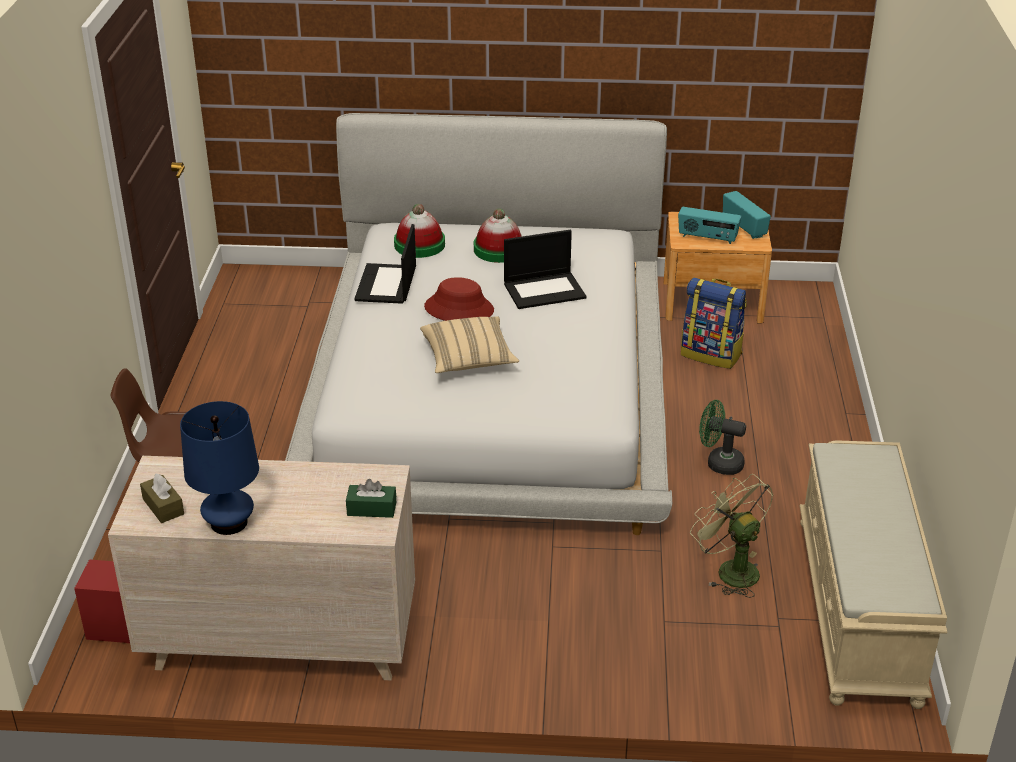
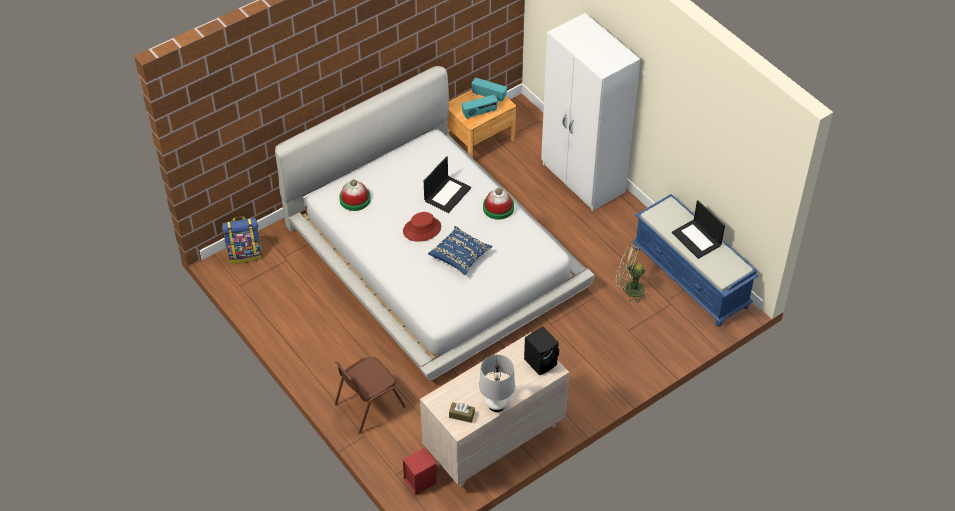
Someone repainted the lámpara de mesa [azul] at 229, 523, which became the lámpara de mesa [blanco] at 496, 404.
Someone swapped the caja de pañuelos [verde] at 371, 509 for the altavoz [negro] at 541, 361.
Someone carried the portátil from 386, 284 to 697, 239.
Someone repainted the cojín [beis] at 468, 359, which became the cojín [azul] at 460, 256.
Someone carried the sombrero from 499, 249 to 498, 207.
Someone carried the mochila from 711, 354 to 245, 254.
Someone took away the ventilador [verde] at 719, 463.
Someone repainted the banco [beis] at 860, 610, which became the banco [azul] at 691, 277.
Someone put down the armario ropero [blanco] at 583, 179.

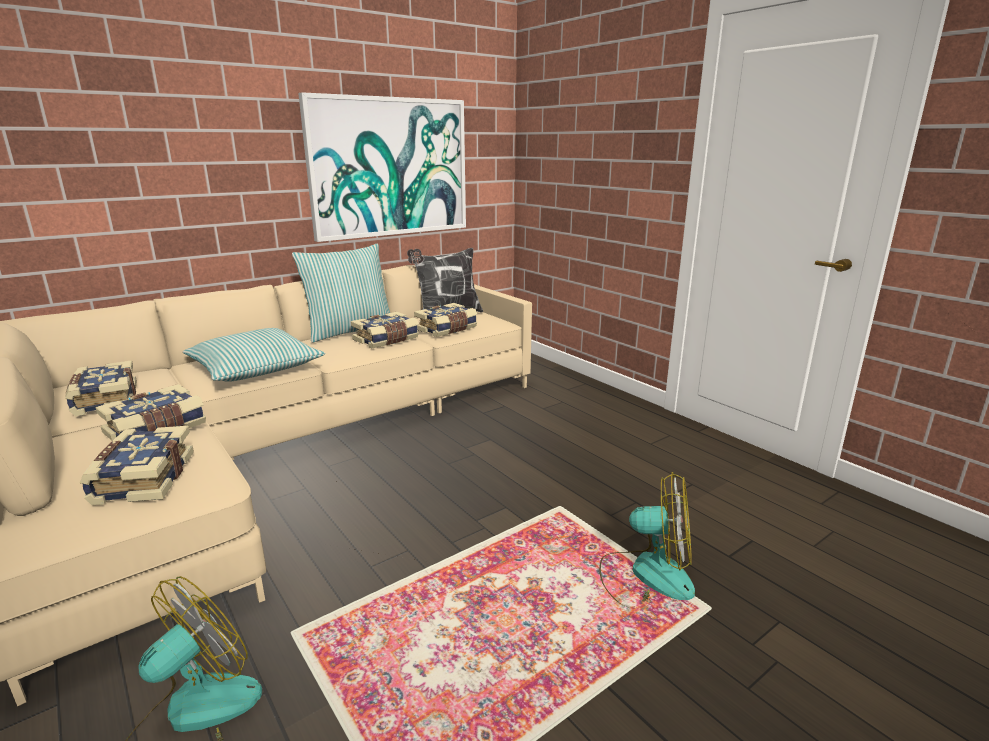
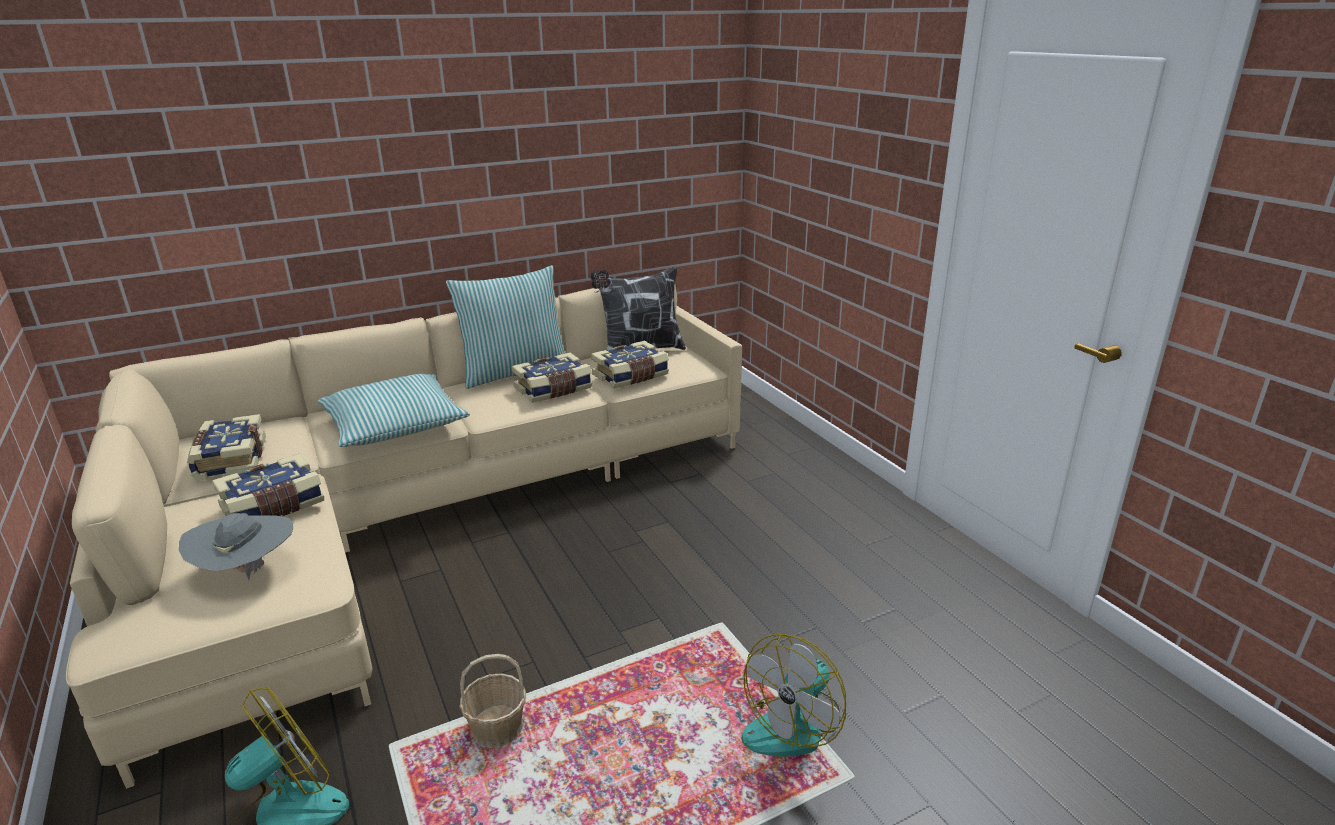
Someone swapped the libro at 142, 479 for the sombrero [gris] at 248, 571.
Someone took away the cuadro at 389, 167.
Someone rotated the ventilador at 646, 575 by 105 degrees clockwise.
Someone put down the cesta at 496, 728.

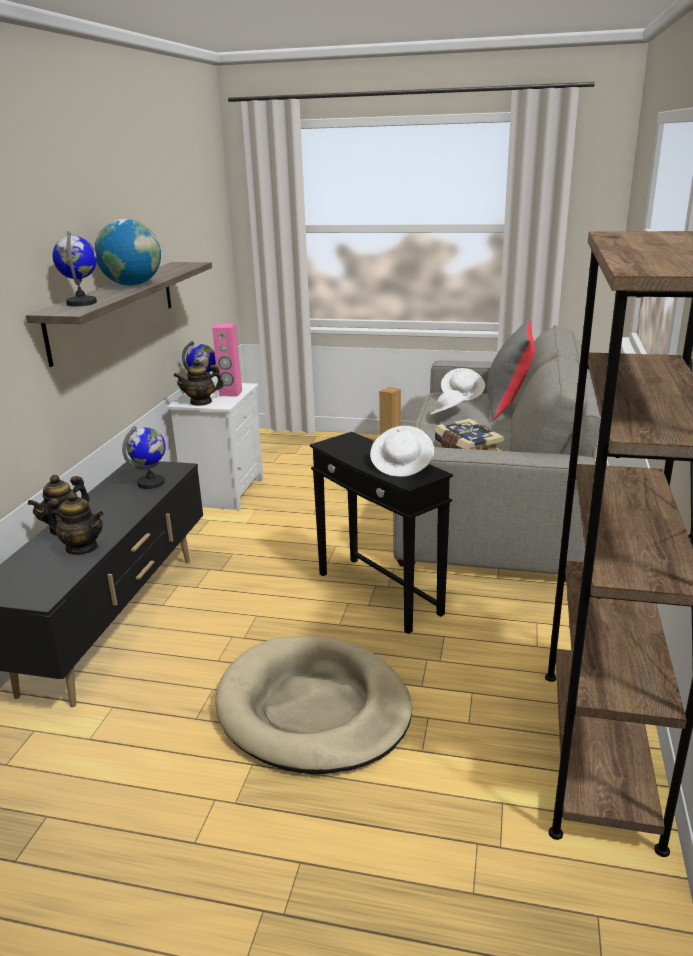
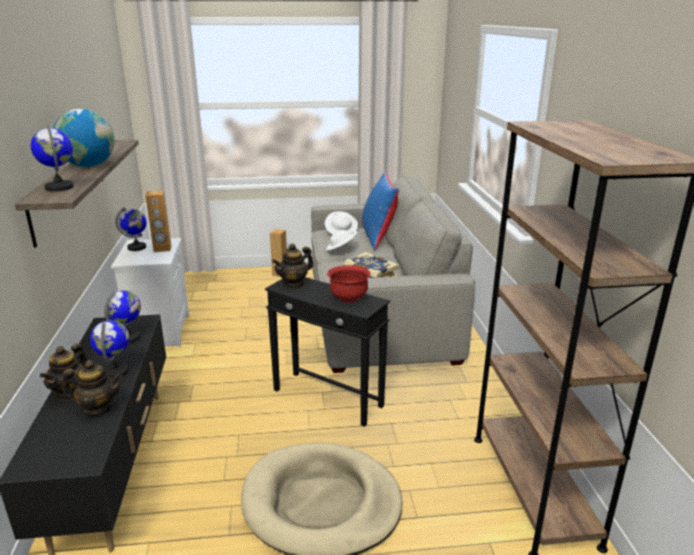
Someone carried the tetera from 201, 402 to 294, 284.
Someone repainted the altavoz [rosa] at 230, 393, which became the altavoz [marrón] at 162, 249.
Someone swapped the sombrero [blanco] at 402, 465 for the cuenco [rojo] at 349, 297.
Someone repainted the cojín [gris] at 508, 405, which became the cojín [azul] at 378, 237.
Someone put down the globo terráqueo at 116, 371.

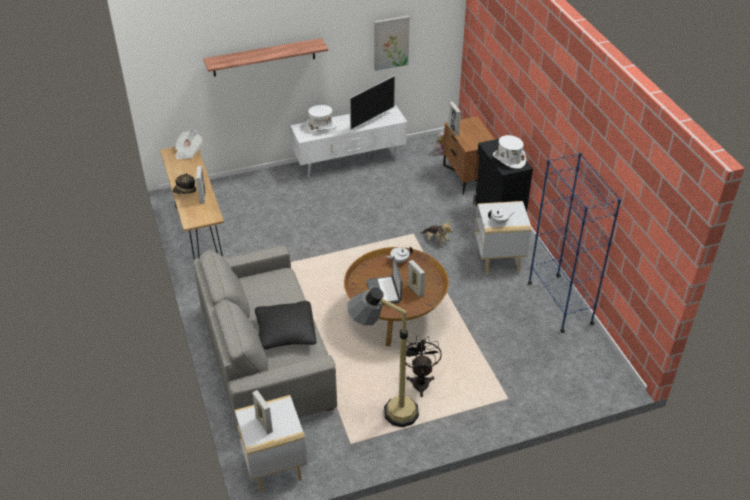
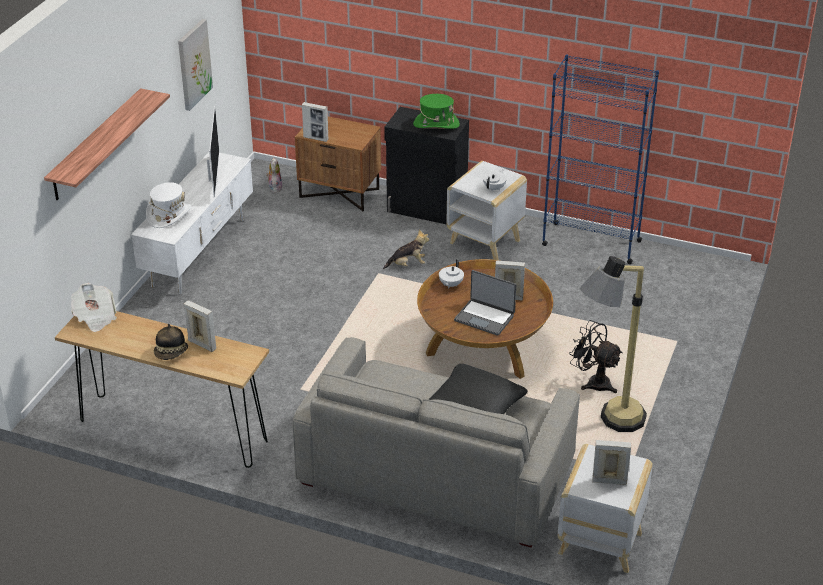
Someone repainted the sombrero [blanco] at 508, 159, which became the sombrero [verde] at 436, 124.

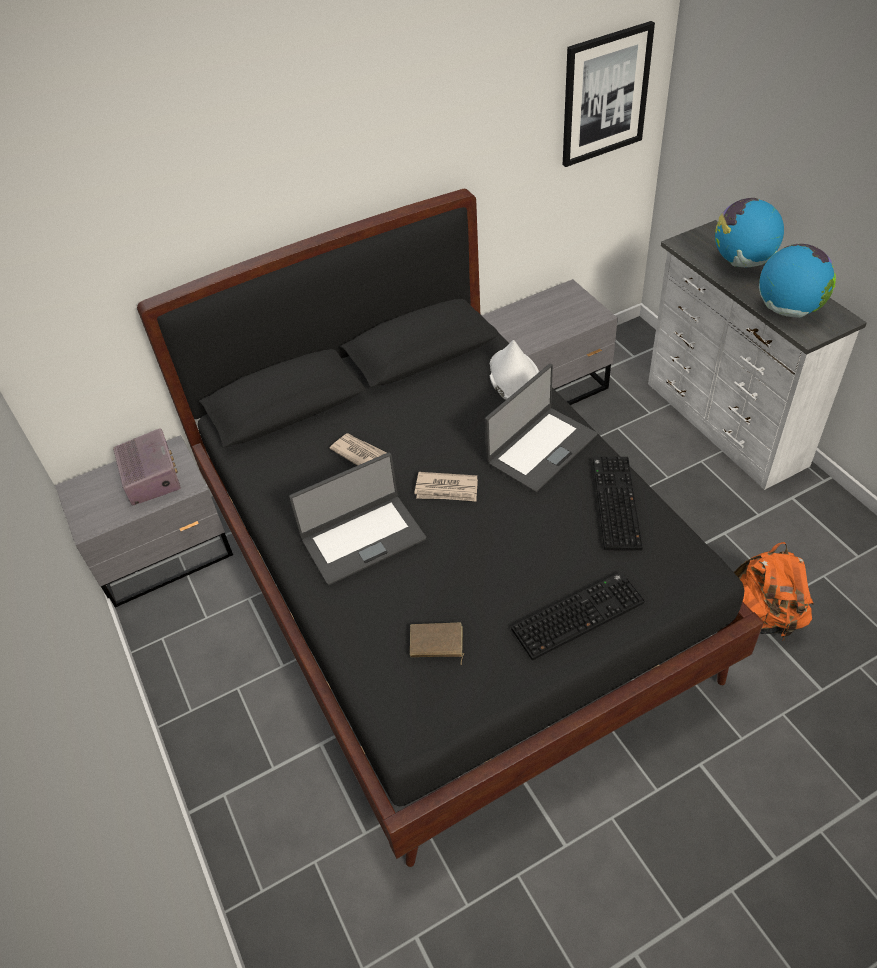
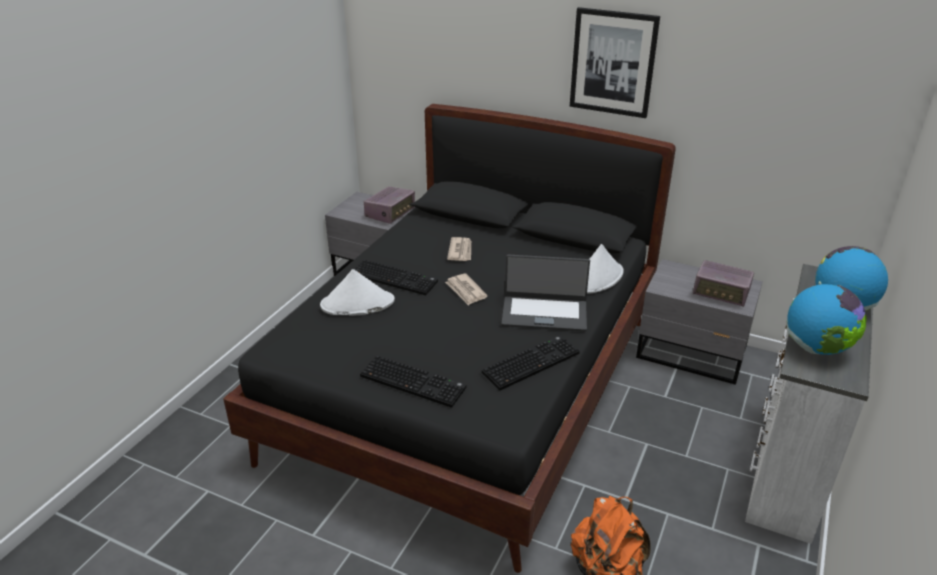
Someone swapped the portátil at 362, 538 for the teclado at 395, 278.
Someone took away the libro [marrón] at 436, 644.
Someone carried the cuadro from 605, 95 to 613, 62.
Someone put down the sombrero [blanco] at 357, 304.
Someone put down the radio at 721, 293.

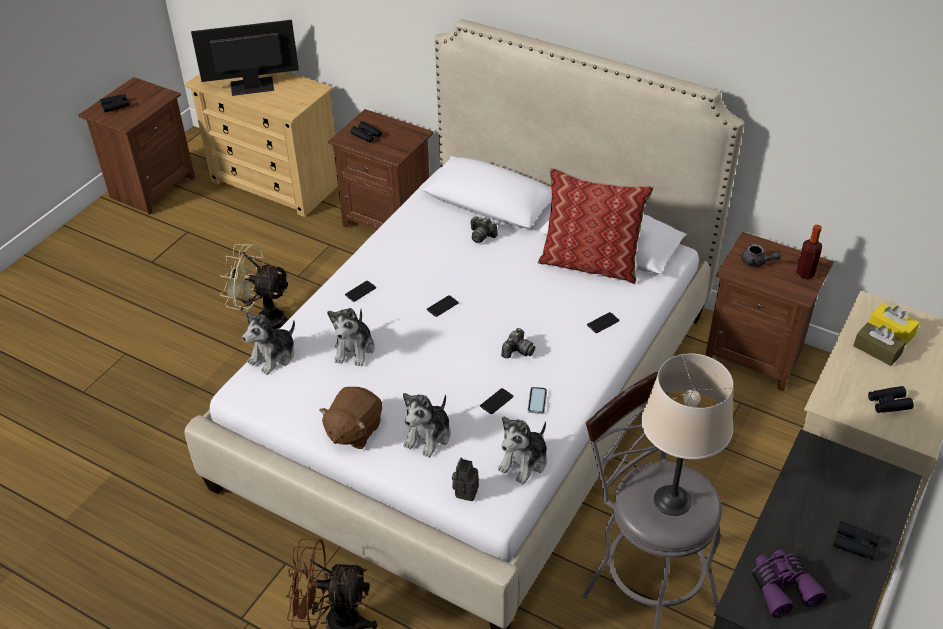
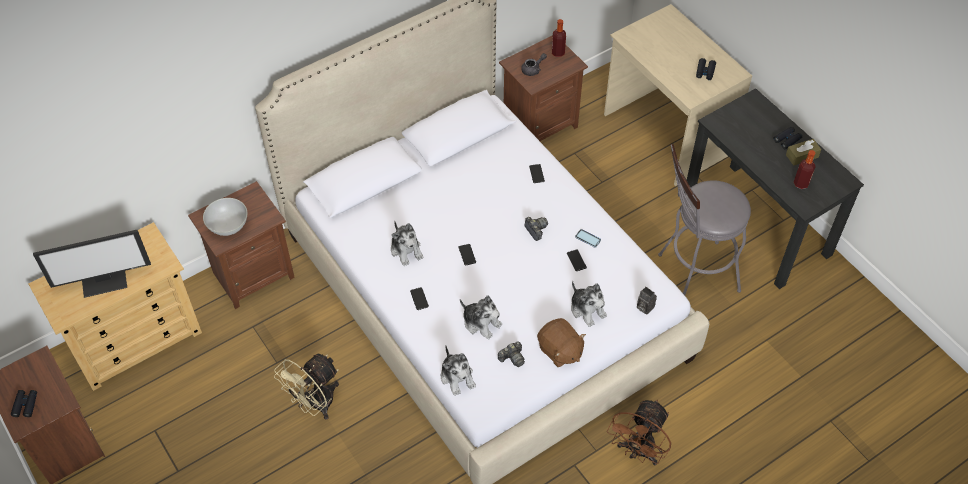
Someone rotated the monitor at 251, 87 by 120 degrees counterclockwise.
Someone swapped the prismáticos [negro] at 366, 135 for the cuenco [blanco] at 228, 226.
Someone carried the cámara from 482, 235 to 512, 358.
Someone carried the peluche from 524, 462 to 406, 250.
Someone took away the cojín at 590, 263.
Someone took away the lámpara de mesa [beis] at 672, 500.
Someone swapped the prismáticos [morado] at 782, 587 for the botella at 801, 183.
Someone carried the caja de pañuelos [marrón] from 877, 350 to 802, 156.
Someone took away the caja de pañuelos [amarillo] at 891, 330.

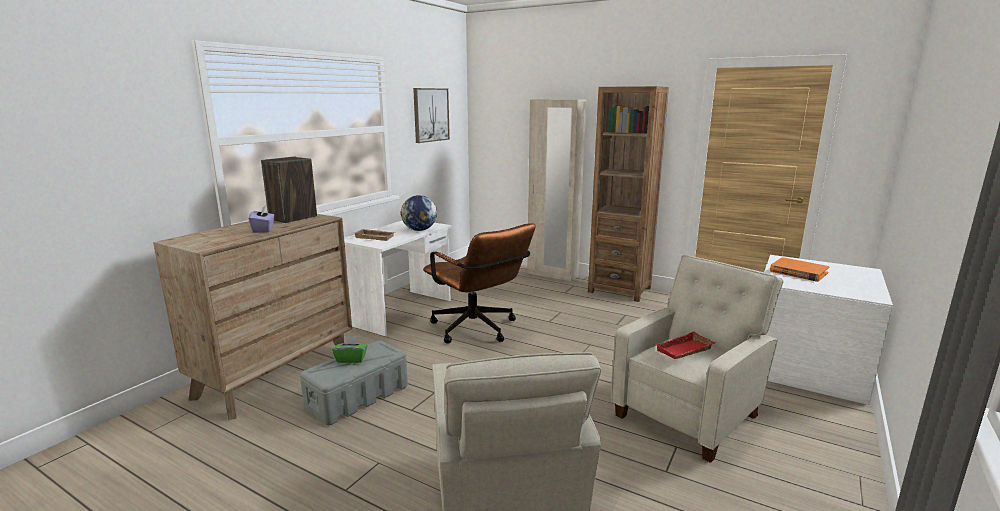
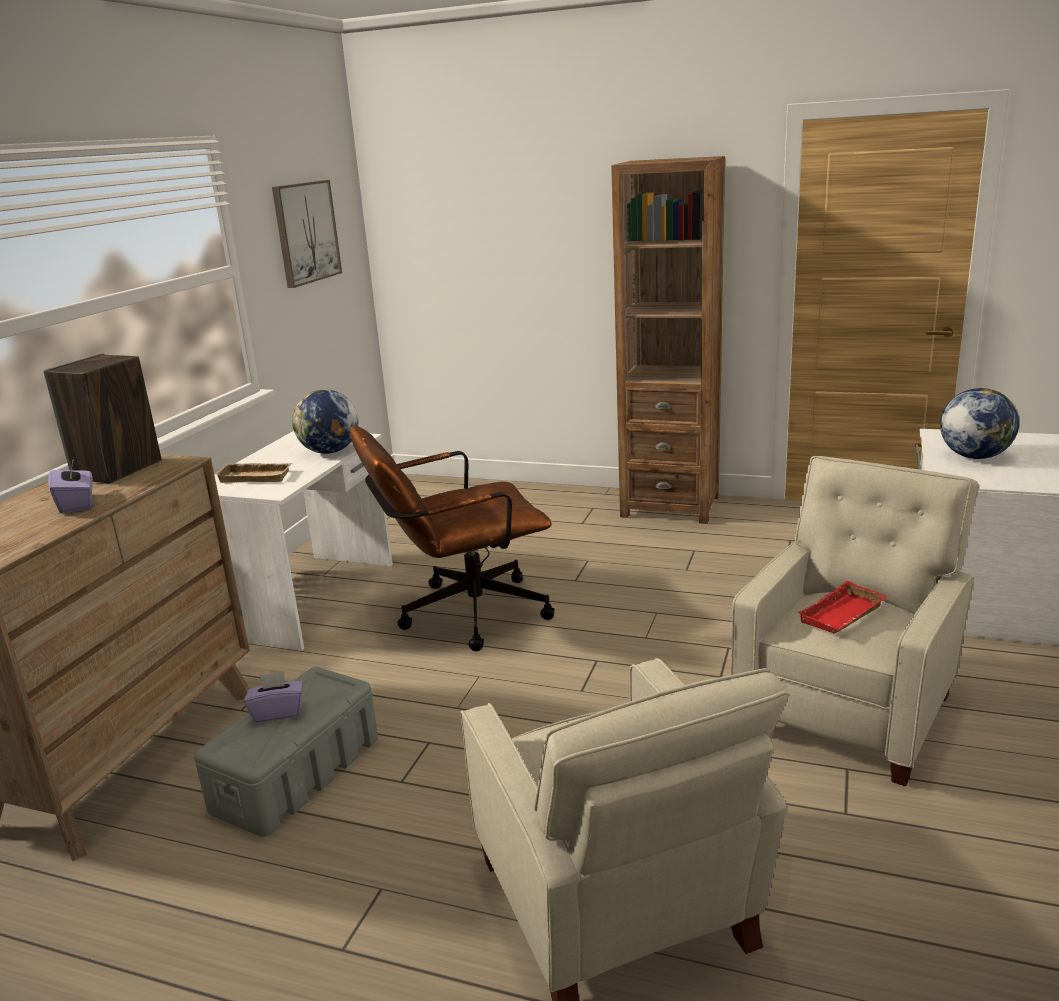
Someone repainted the caja de pañuelos [verde] at 351, 359, which became the caja de pañuelos [morado] at 278, 712.
Someone rotated the silla de oficina [marrón] at 478, 330 by 120 degrees clockwise.
Someone took away the armario ropero [beis] at 552, 274.
Someone swapped the libro [naranja] at 798, 272 for the globo terráqueo at 974, 456.

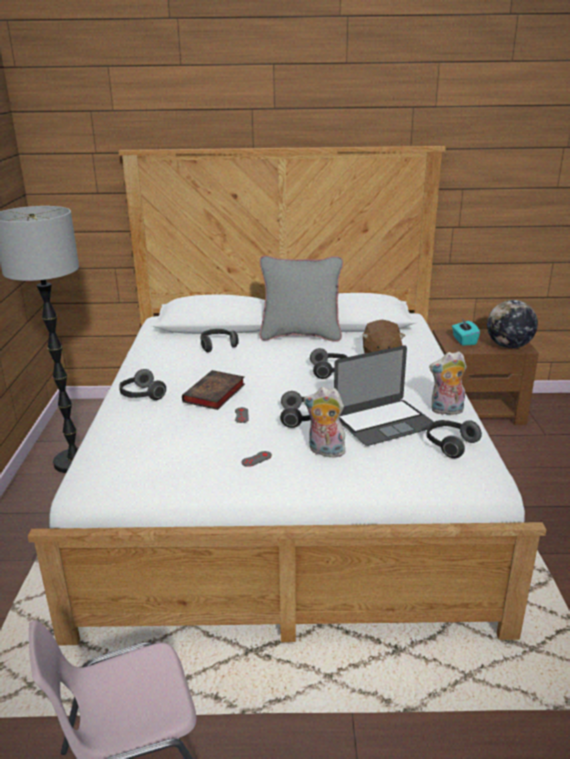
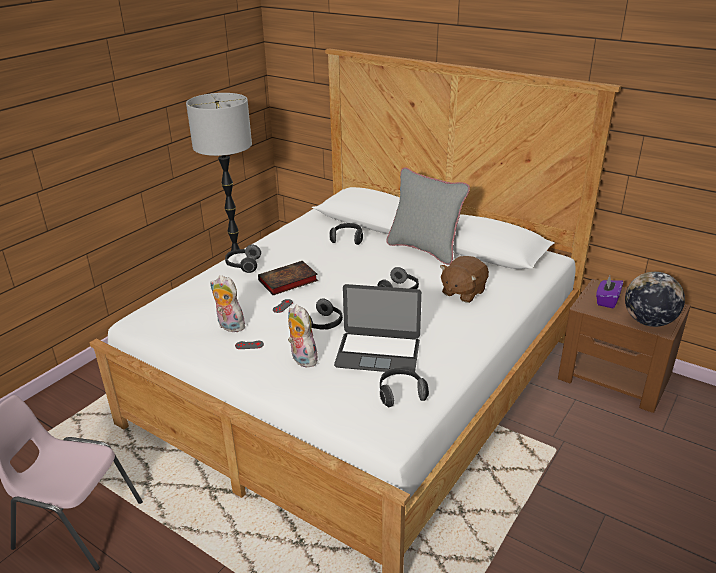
Someone carried the peluche from 446, 411 to 229, 326.
Someone repainted the caja de pañuelos [turquesa] at 464, 341, which became the caja de pañuelos [morado] at 607, 301.

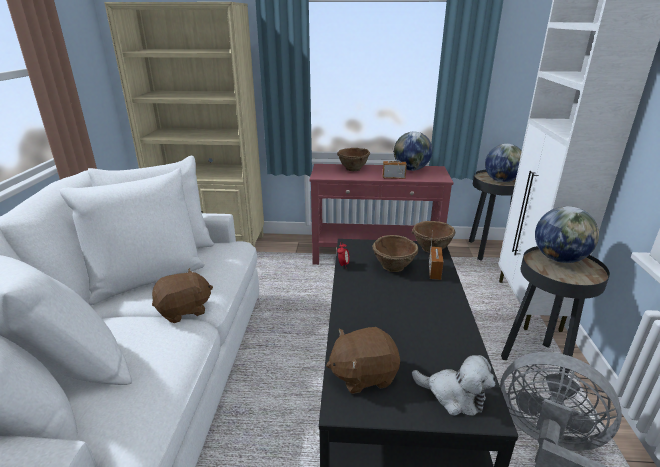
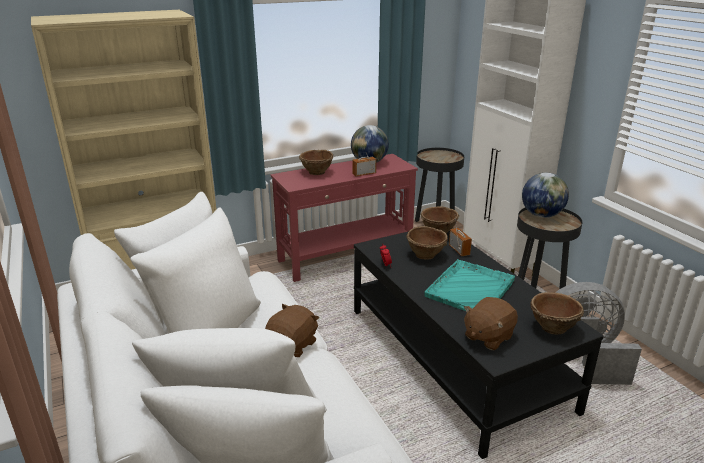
Someone swapped the peluche at 454, 395 for the cuenco [marrón] at 552, 327.
Someone took away the globo terráqueo at 501, 181.
Someone put down the bandeja [turquesa] at 470, 288.

